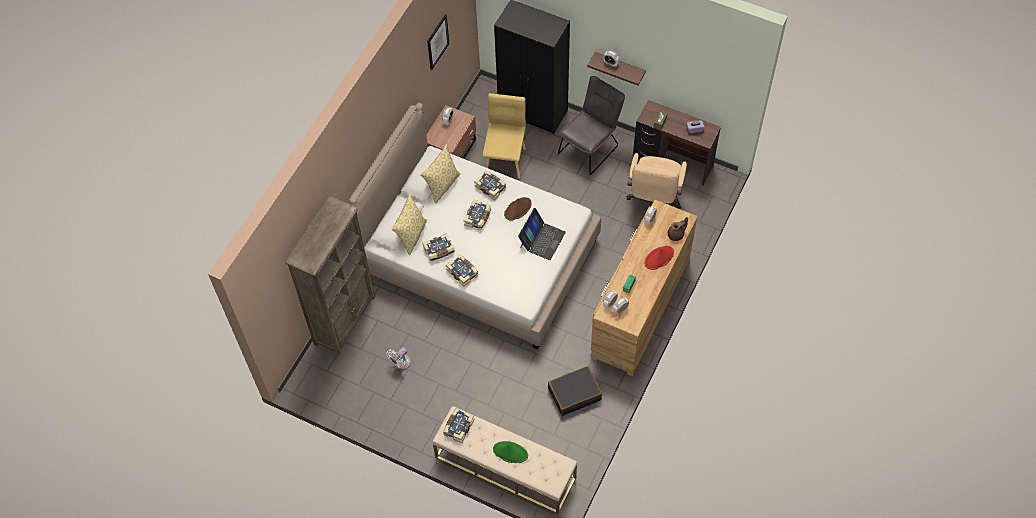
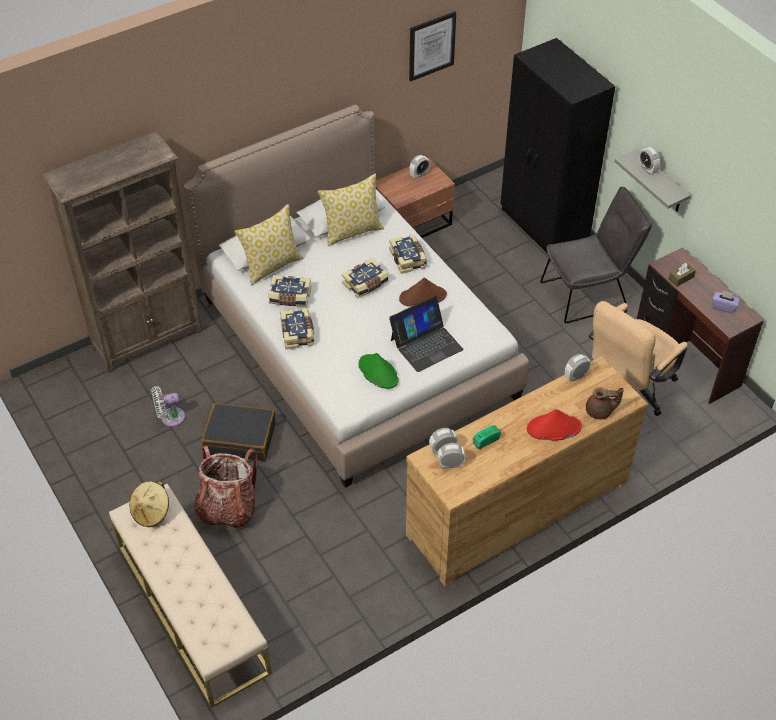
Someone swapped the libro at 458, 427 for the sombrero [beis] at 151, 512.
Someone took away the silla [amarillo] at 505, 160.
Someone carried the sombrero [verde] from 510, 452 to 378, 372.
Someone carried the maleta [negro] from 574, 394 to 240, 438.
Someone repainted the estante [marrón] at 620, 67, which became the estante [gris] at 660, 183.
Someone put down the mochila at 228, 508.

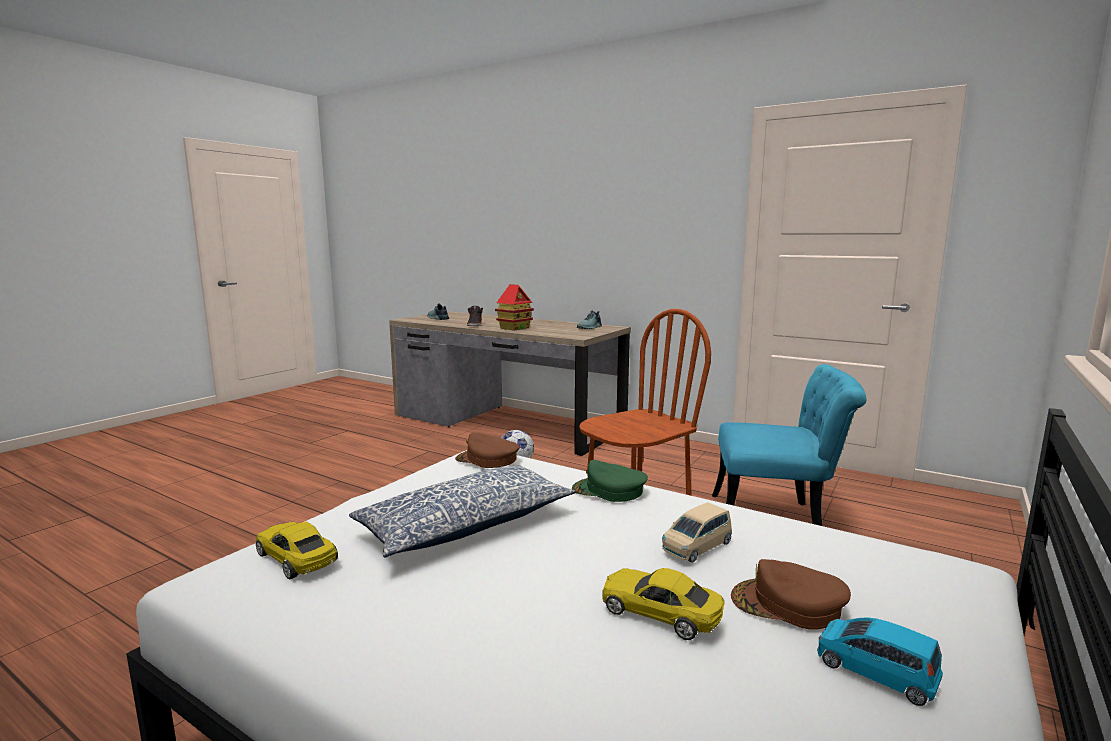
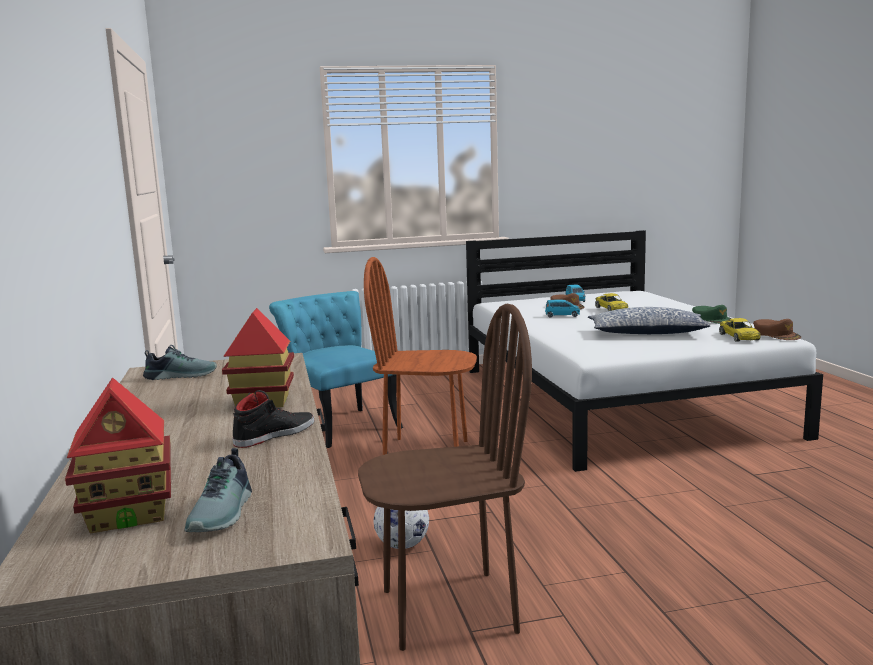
Someone carried the gorra [marrón] from 487, 459 to 776, 335.
Someone carried the gorra [verde] from 609, 490 to 712, 319.
Someone repainted the coche de juguete [beis] at 696, 547, which became the coche de juguete [azul] at 562, 315.
Someone put down the casita at 129, 514.
Someone put down the silla [marrón] at 448, 609.

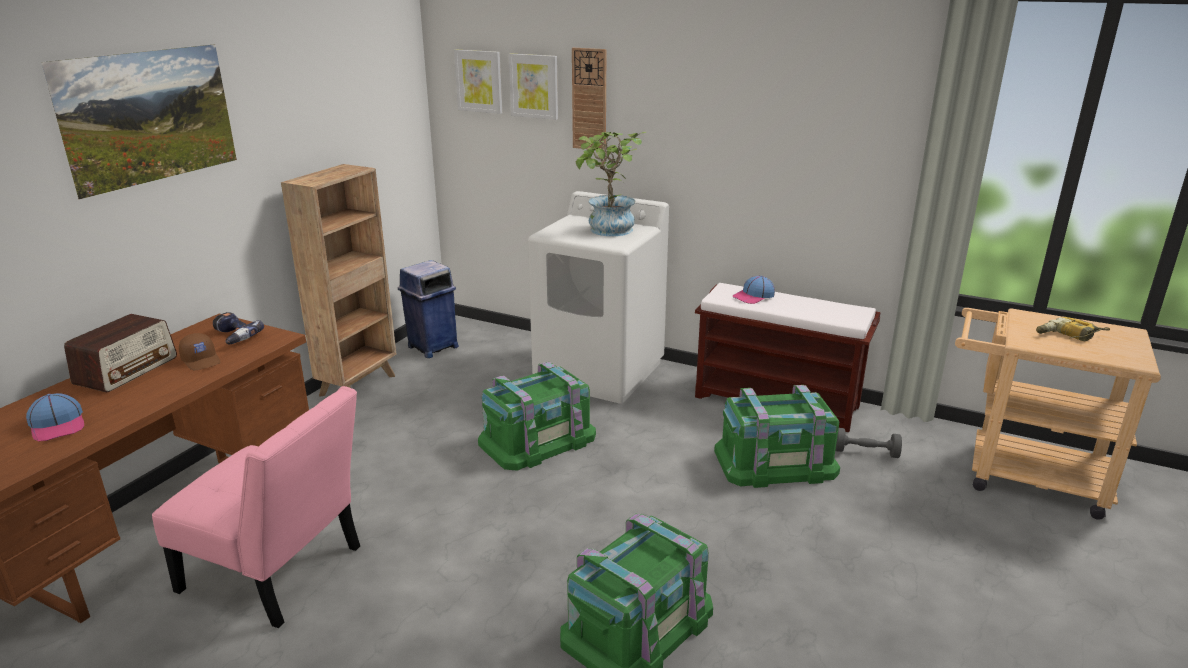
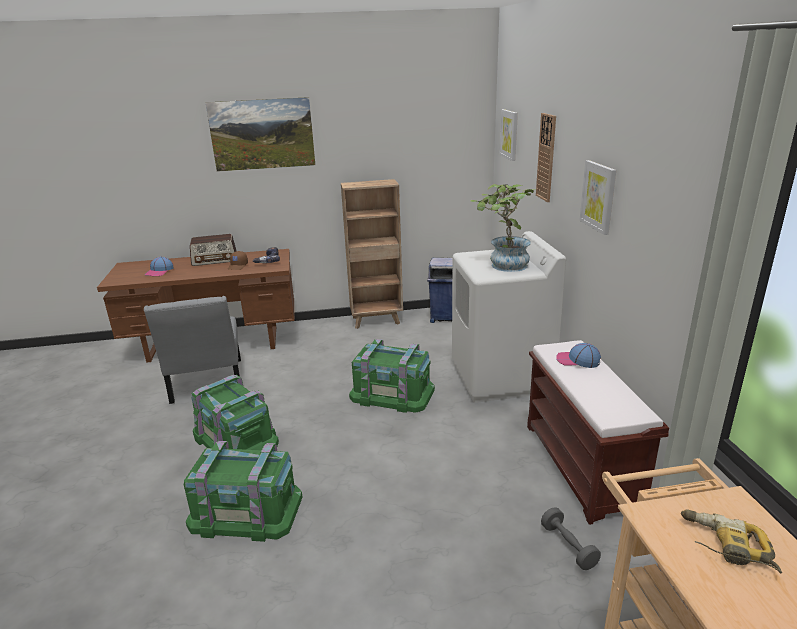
Someone repainted the silla [rosa] at 278, 572, which became the silla [gris] at 207, 383.
Someone carried the cuadro from 534, 86 to 598, 196.
Someone carried the caja de almacenaje [verde] from 775, 462 to 235, 438.

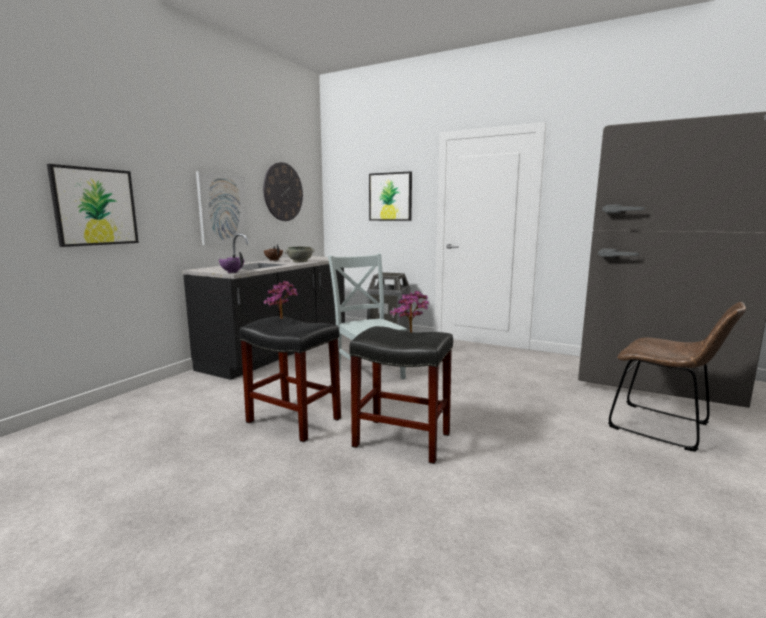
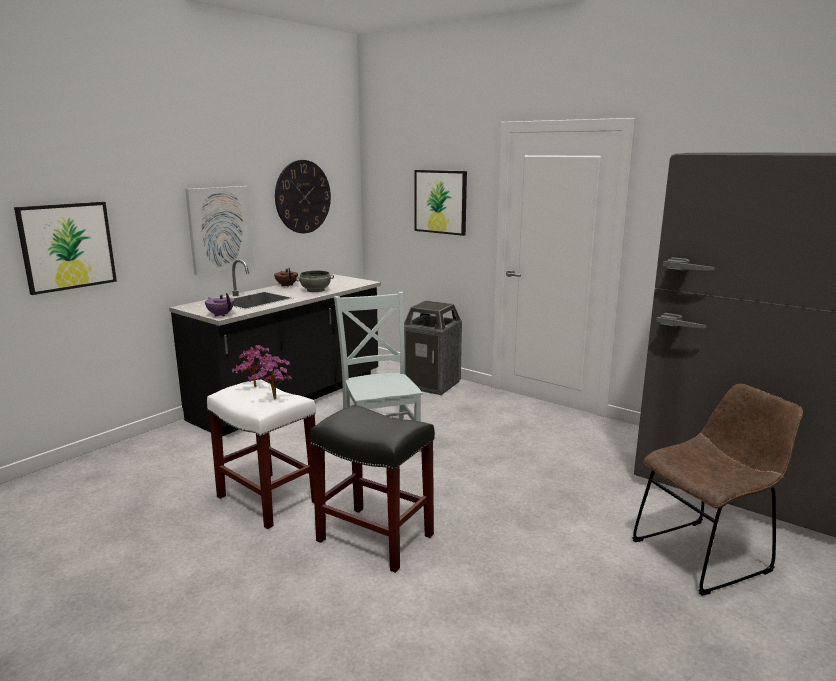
Someone repainted the taburete [negro] at 295, 420, which became the taburete [blanco] at 269, 500.
Someone carried the planta en maceta from 412, 333 to 274, 400.
Someone rotated the silla [marrón] at 664, 428 by 75 degrees counterclockwise.

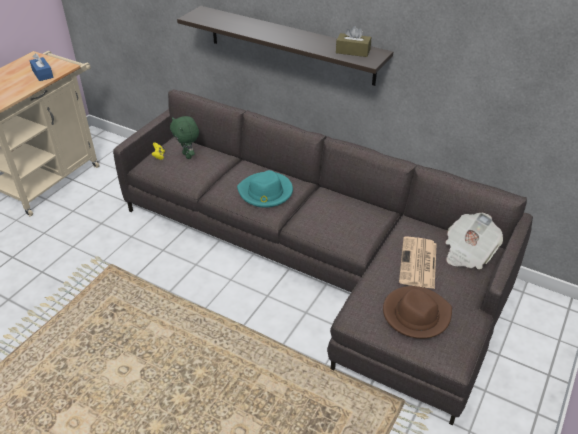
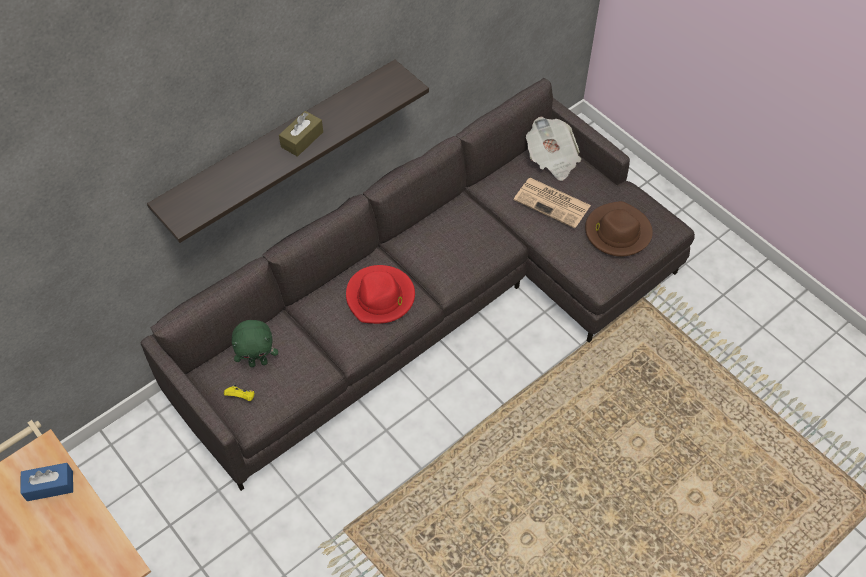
Someone repainted the sombrero [turquesa] at 265, 192, which became the sombrero [rojo] at 380, 297.
Someone carried the caja de pañuelos [marrón] from 353, 51 to 302, 139.

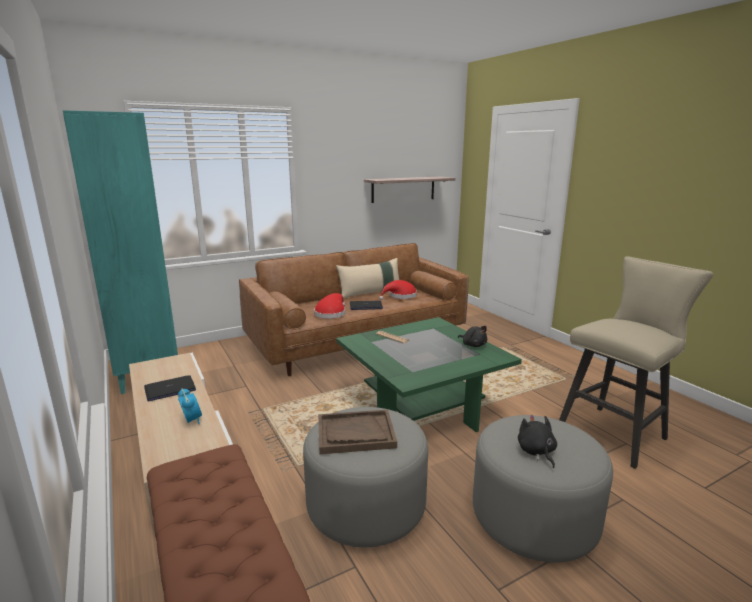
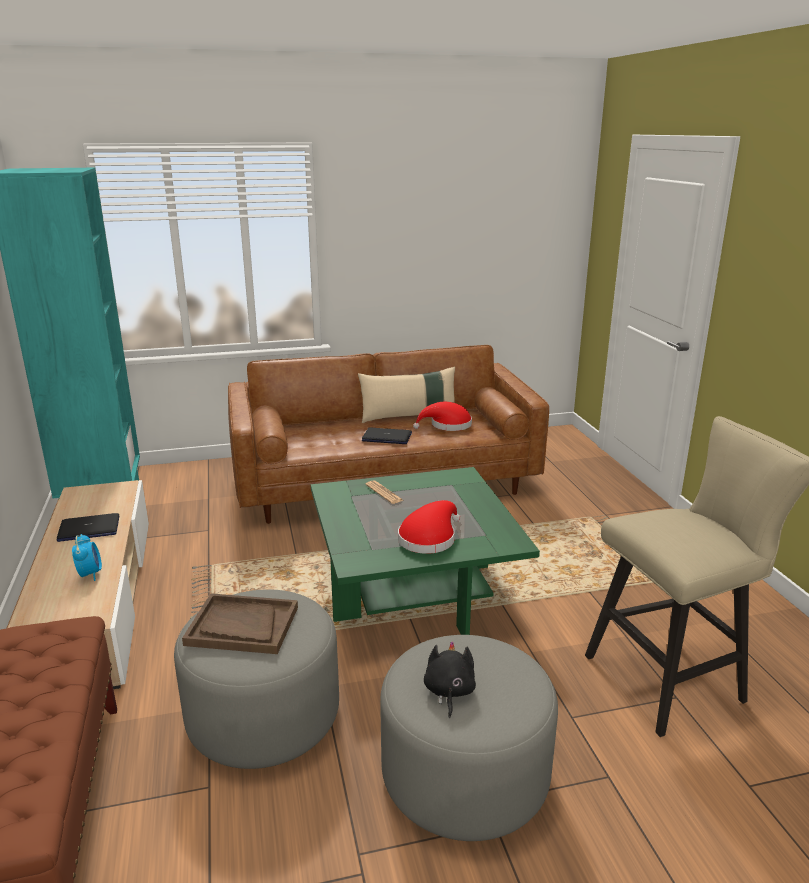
Someone carried the sombrero [rojo] from 331, 313 to 429, 538.
Someone took away the estante at 403, 189.
Someone took away the peluche [negro] at 473, 345.

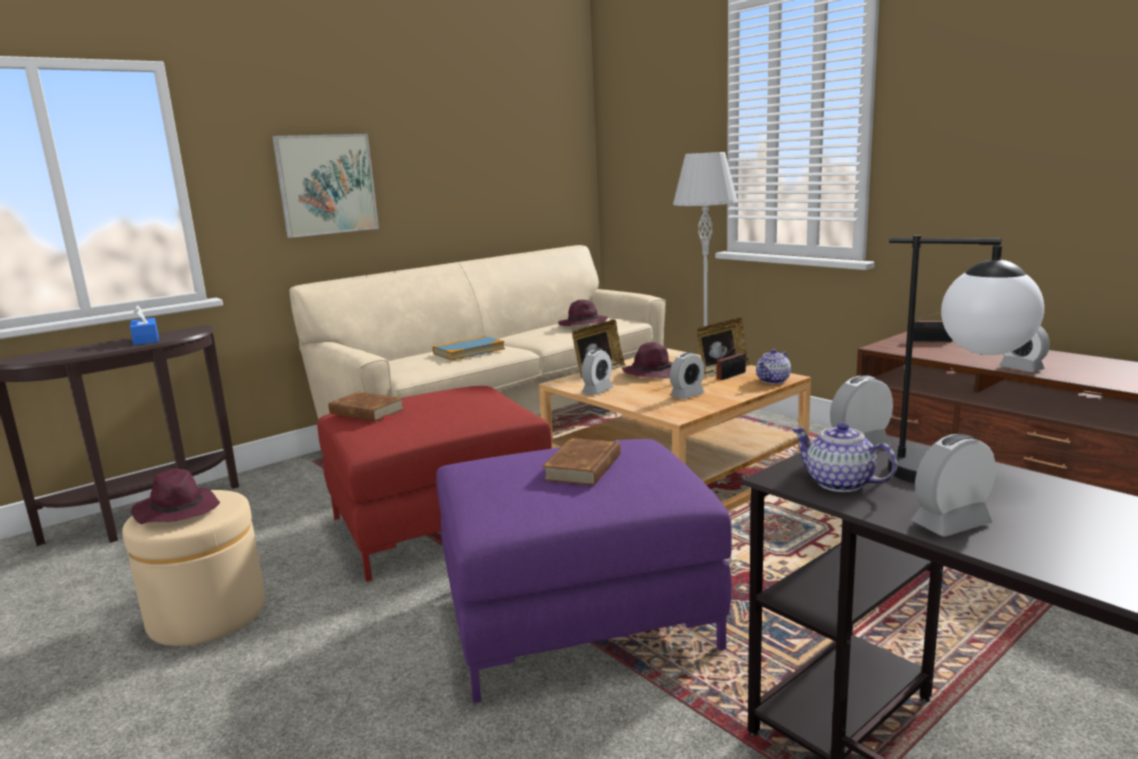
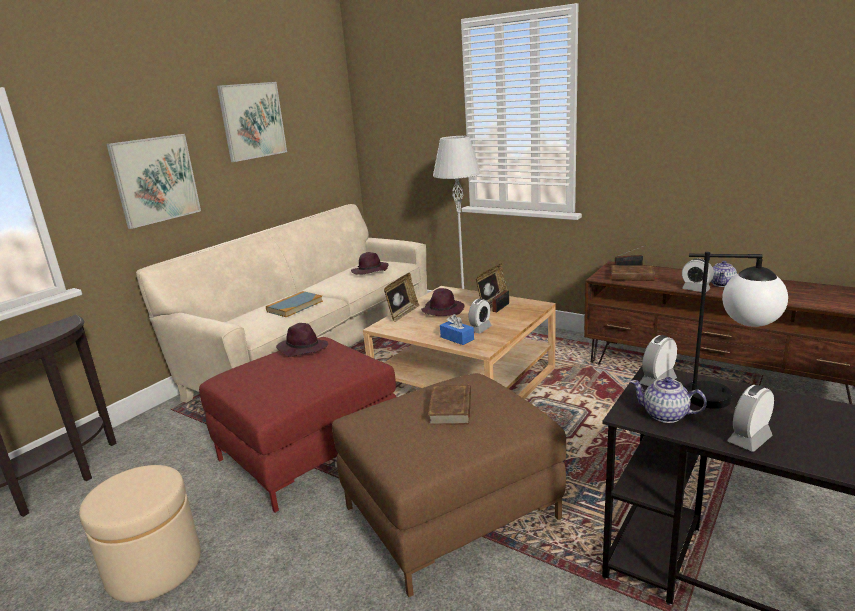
Someone carried the caja de pañuelos [azul] from 146, 340 to 457, 338.
Someone carried the sombrero [morado] from 177, 511 to 302, 348.
Someone carried the libro [marrón] from 367, 412 to 632, 276.
Someone repainted the puf [morado] at 576, 619, which became the puf [marrón] at 450, 514.
Someone took away the despertador at 597, 391.
Someone carried the tetera from 773, 380 to 722, 284.
Someone put up the cuadro at 252, 121.

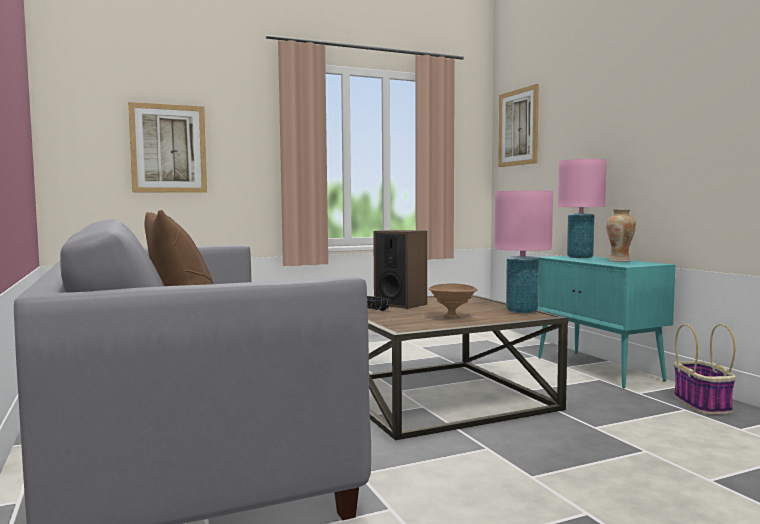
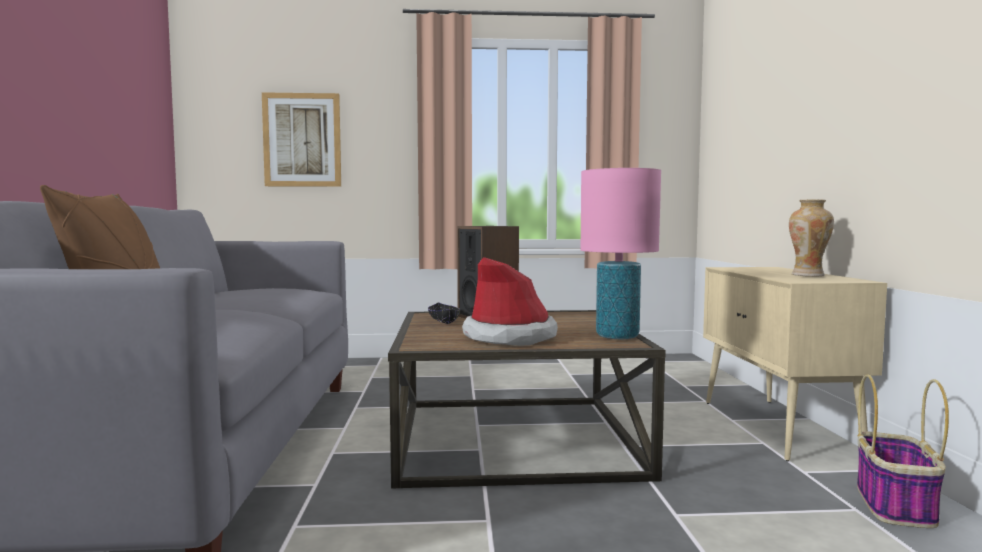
Someone swapped the cuenco [marrón] at 453, 317 for the sombrero at 509, 337.
Someone took away the cuadro at 518, 127.
Someone repainted the armario [turquesa] at 598, 369, which became the armario [beis] at 778, 428.
Someone took away the lámpara de mesa [rosa] at 580, 257.

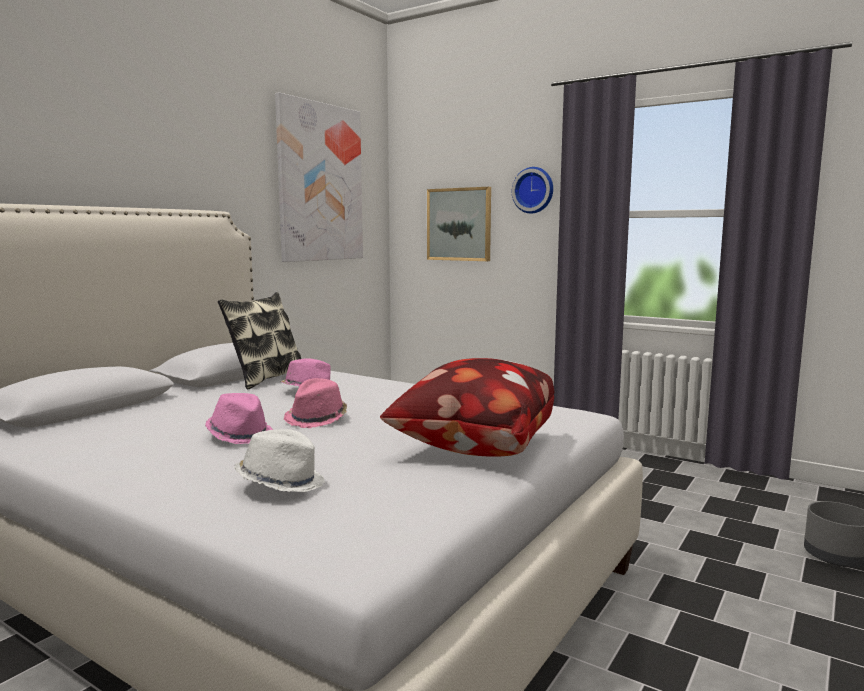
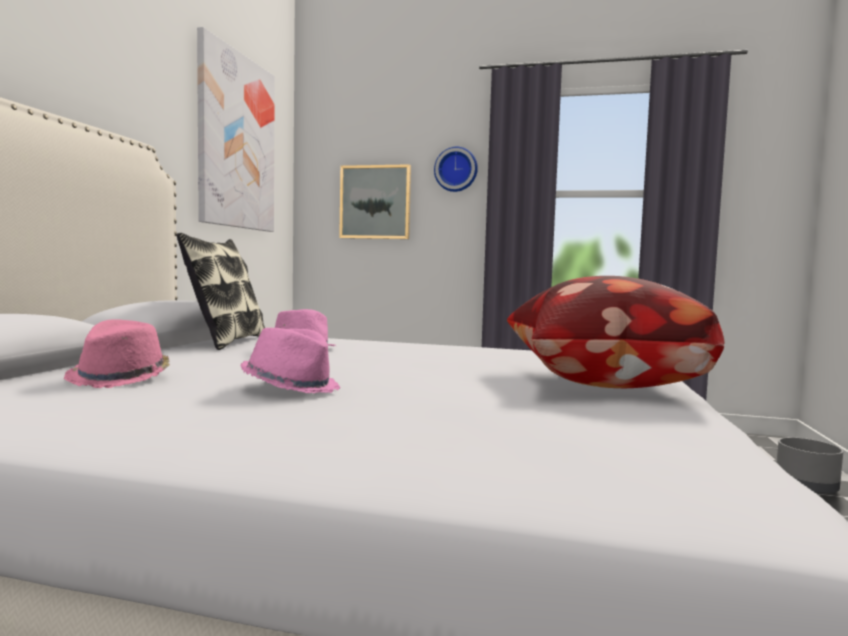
Someone took away the sombrero [blanco] at 281, 482.
Someone carried the sombrero [rosa] from 317, 419 to 121, 378.

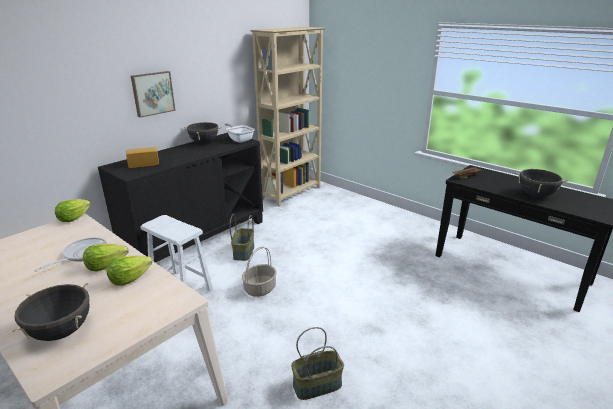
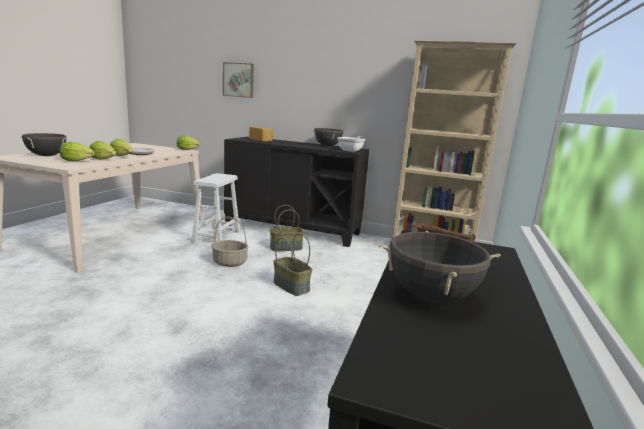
Someone carried the cuadro from 152, 93 to 239, 80.
Someone carried the cesta from 317, 384 to 292, 286.
Someone put down the lechuga at 76, 161.

